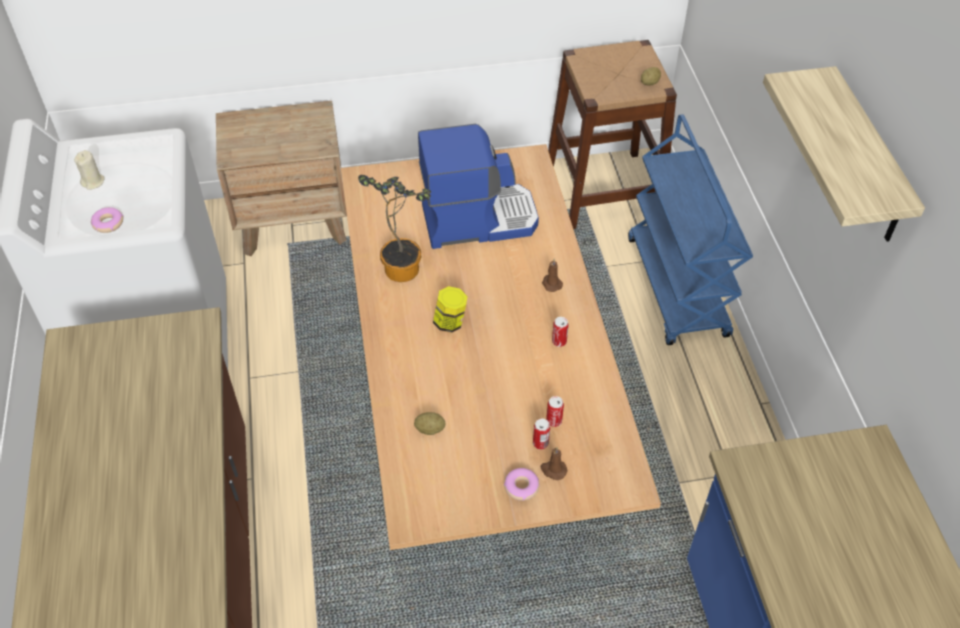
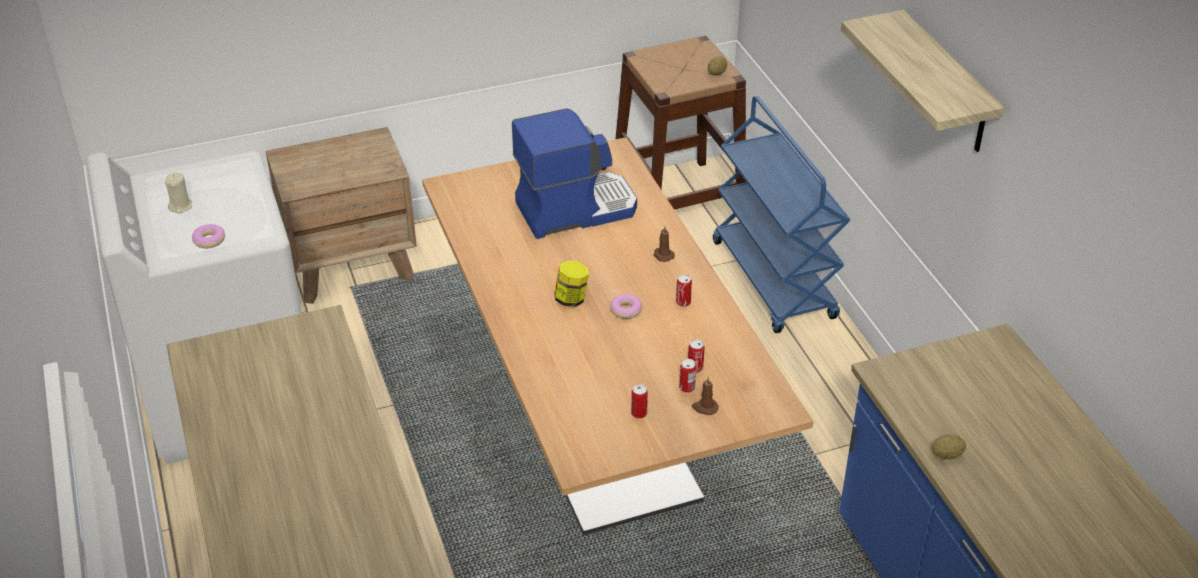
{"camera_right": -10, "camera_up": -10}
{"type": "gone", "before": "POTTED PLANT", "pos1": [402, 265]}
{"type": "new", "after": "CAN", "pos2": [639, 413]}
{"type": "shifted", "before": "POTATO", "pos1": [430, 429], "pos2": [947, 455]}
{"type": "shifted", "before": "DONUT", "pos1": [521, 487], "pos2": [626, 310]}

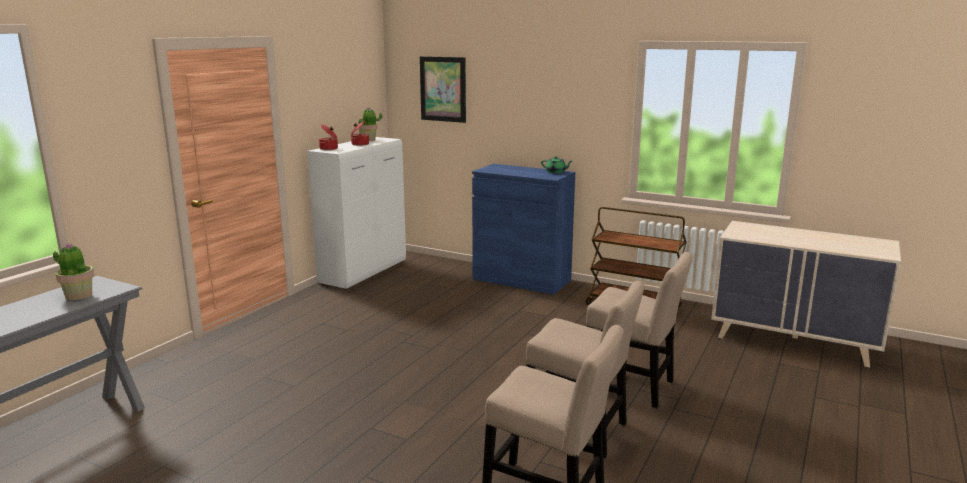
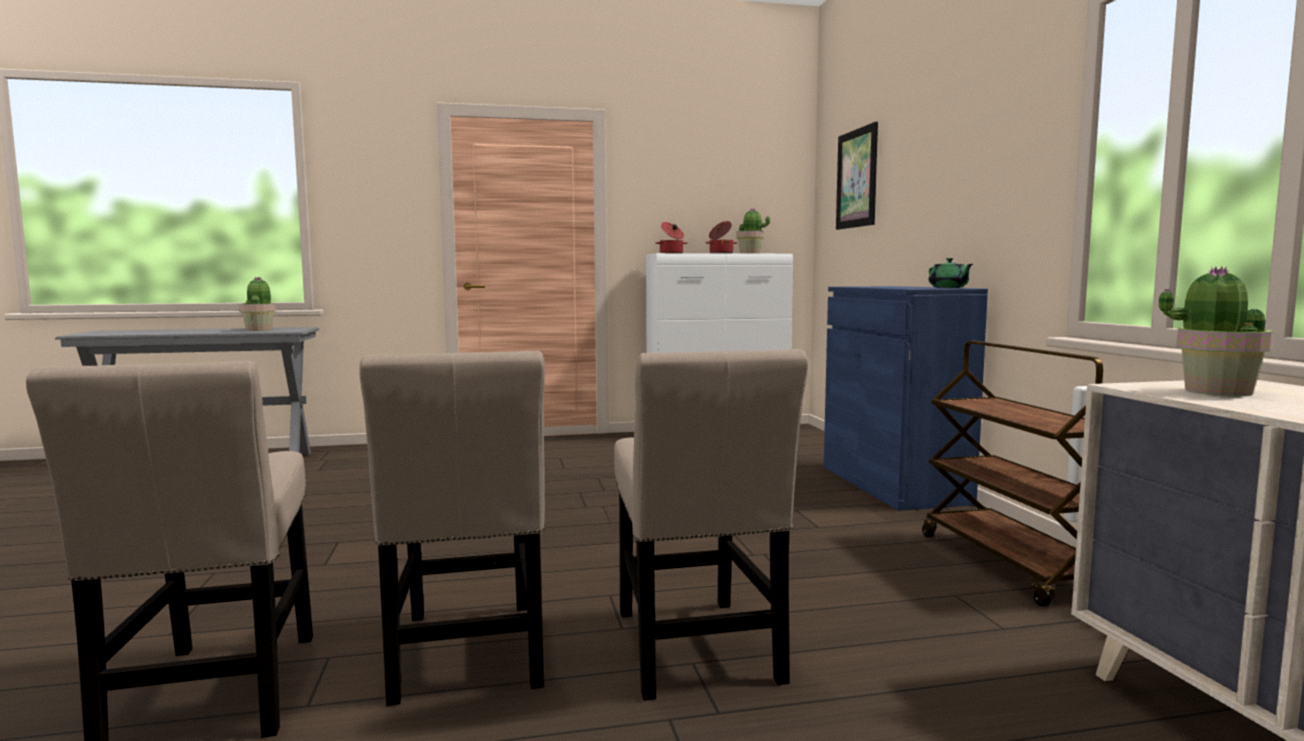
{"camera_right": 50, "camera_up": -10}
{"type": "new", "after": "POTTED PLANT", "pos2": [1216, 391]}

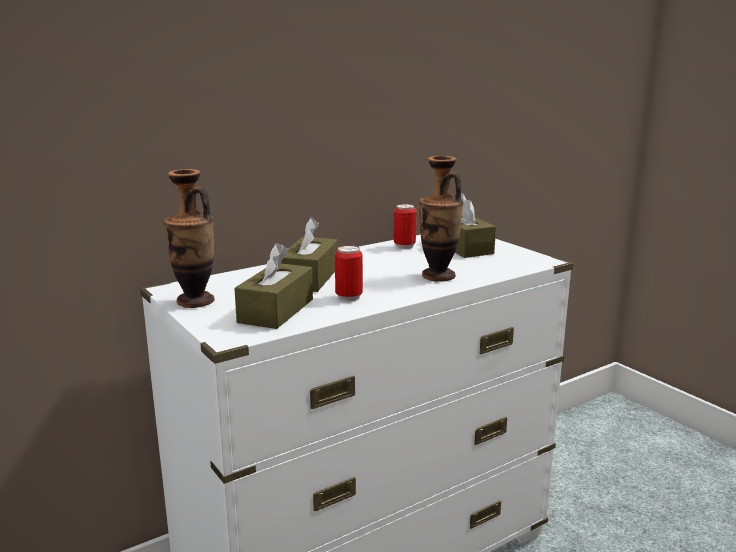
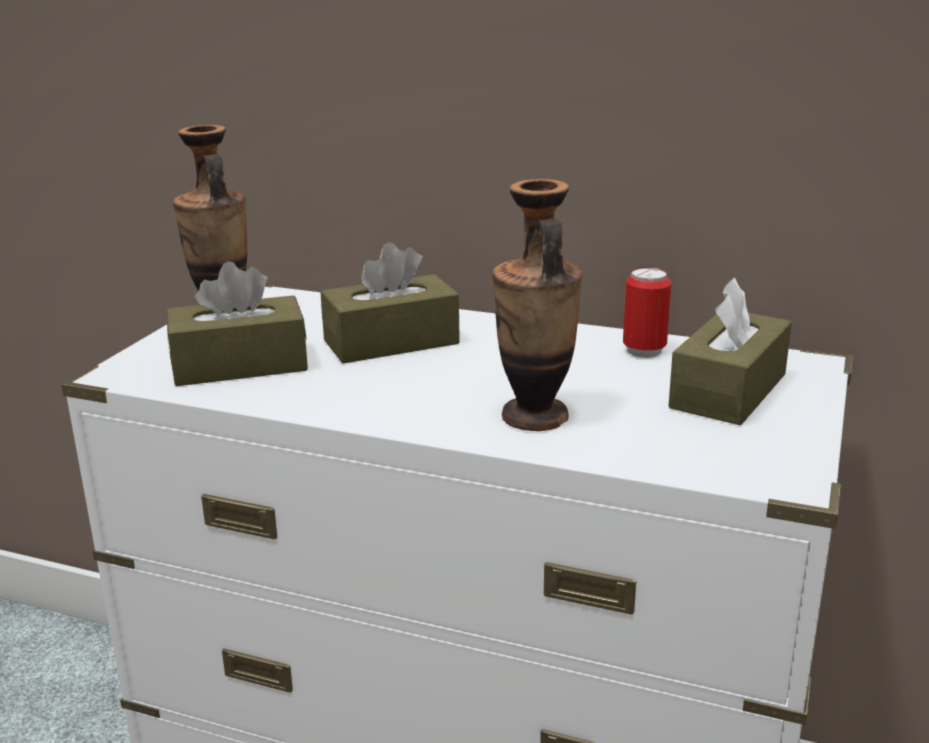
{"camera_right": 55, "camera_up": 5}
{"type": "gone", "before": "CAN", "pos1": [349, 297]}

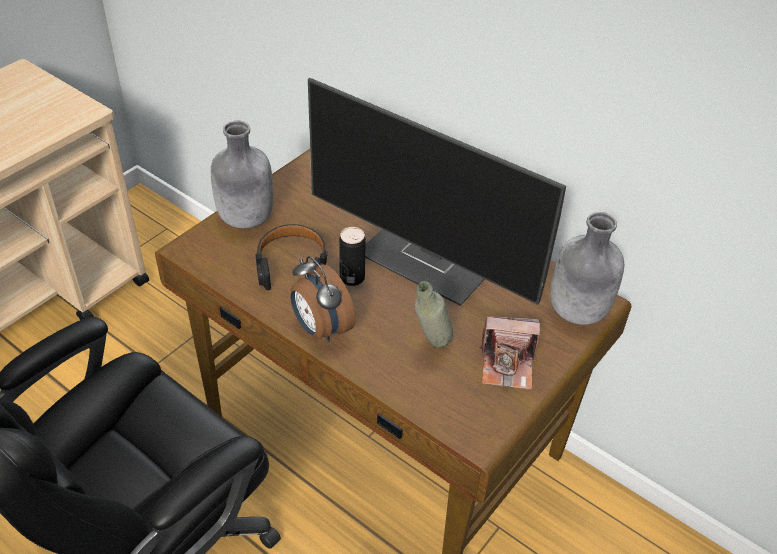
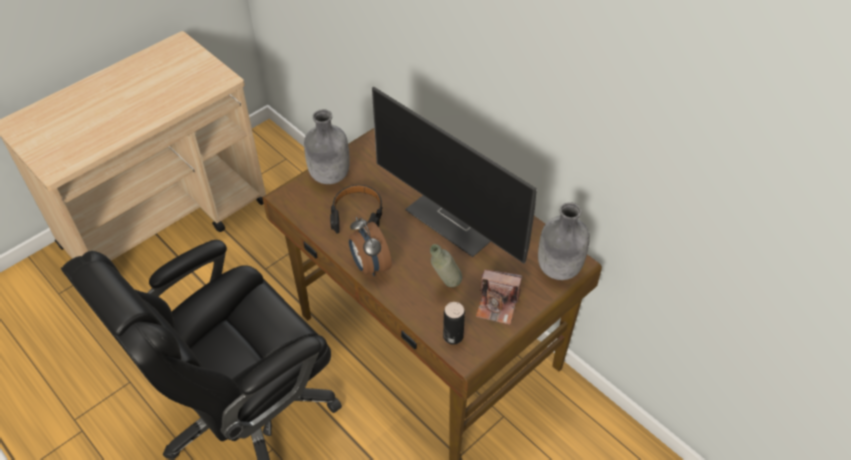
{"camera_right": 10, "camera_up": 5}
{"type": "shifted", "before": "CAN", "pos1": [352, 278], "pos2": [453, 336]}

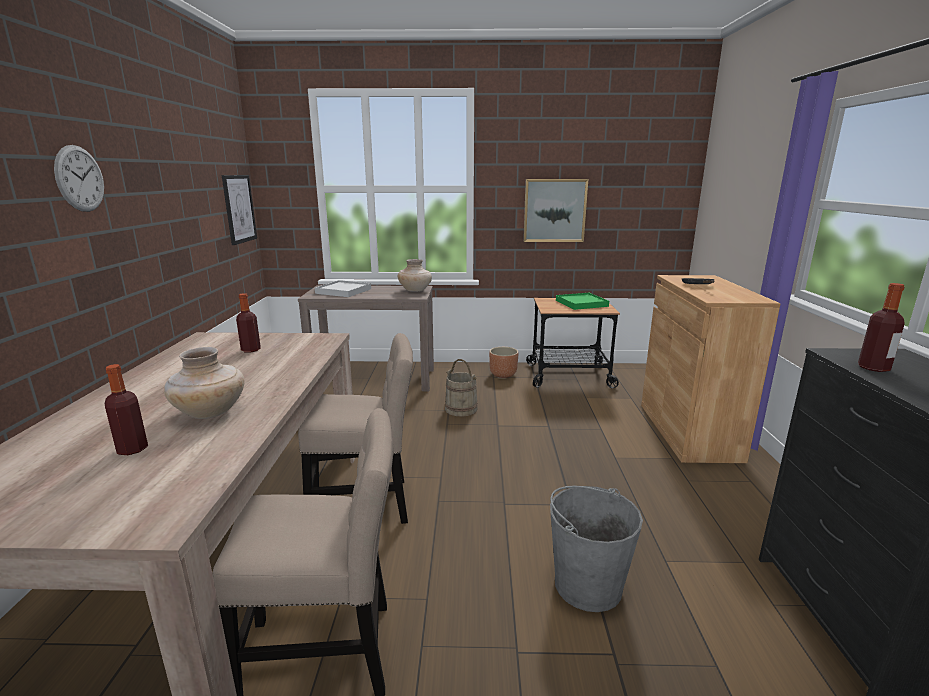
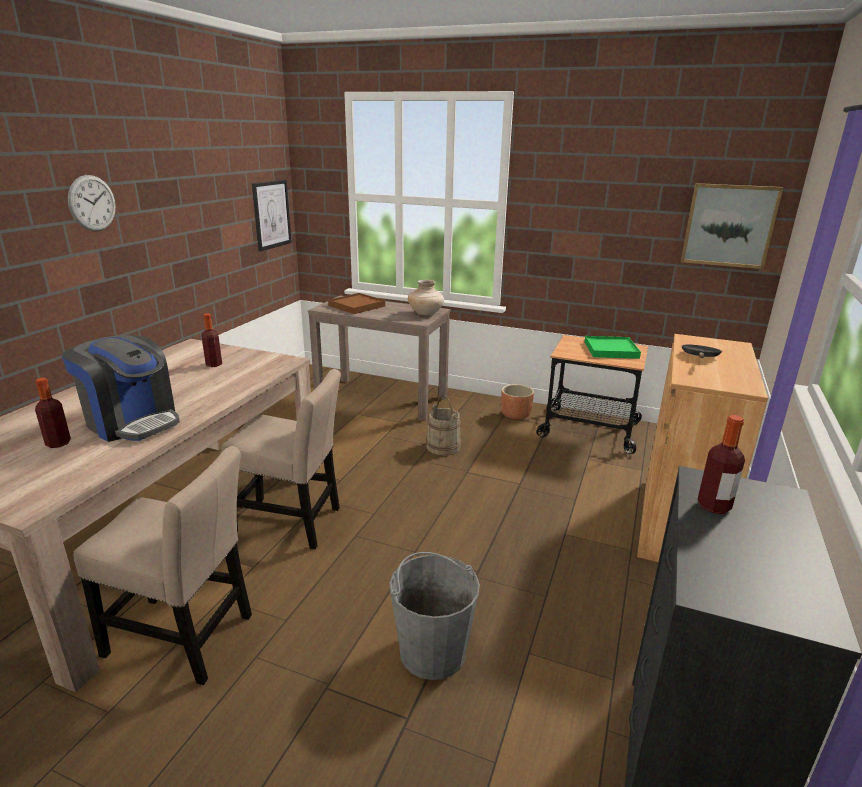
{"camera_right": 20, "camera_up": 5}
{"type": "shifted", "before": "PICTURE", "pos1": [554, 210], "pos2": [729, 225]}
{"type": "swapped", "before": "BEIGE VASE", "after": "COFFEE MACHINE", "pos1": [210, 413], "pos2": [132, 422]}
{"type": "repainted", "before": "WHITE TRAY", "after": "BROWN TRAY", "pos1": [343, 291], "pos2": [356, 306]}

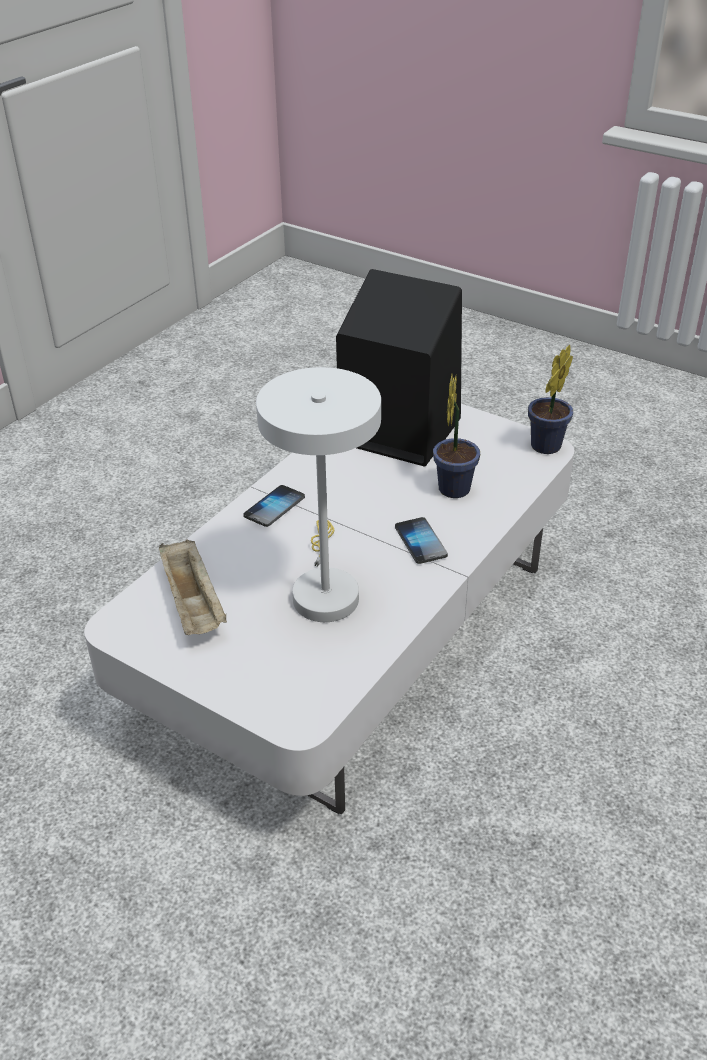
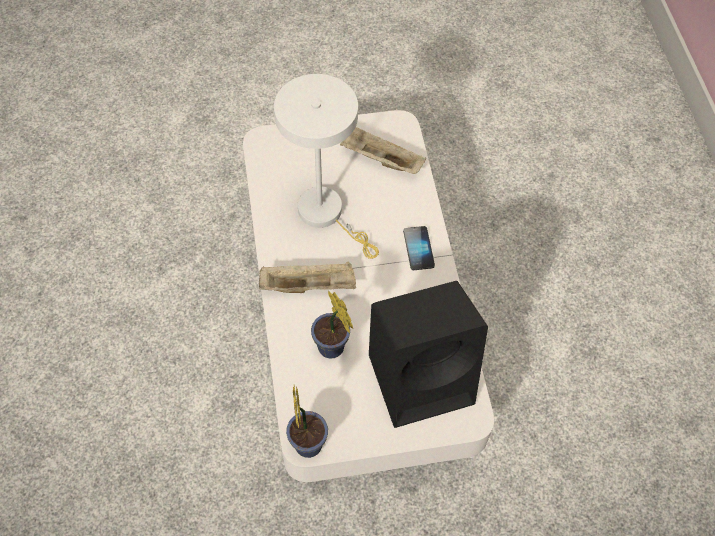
{"camera_right": 135, "camera_up": 20}
{"type": "swapped", "before": "PHONE", "after": "BEIGE TRAY", "pos1": [420, 542], "pos2": [309, 286]}

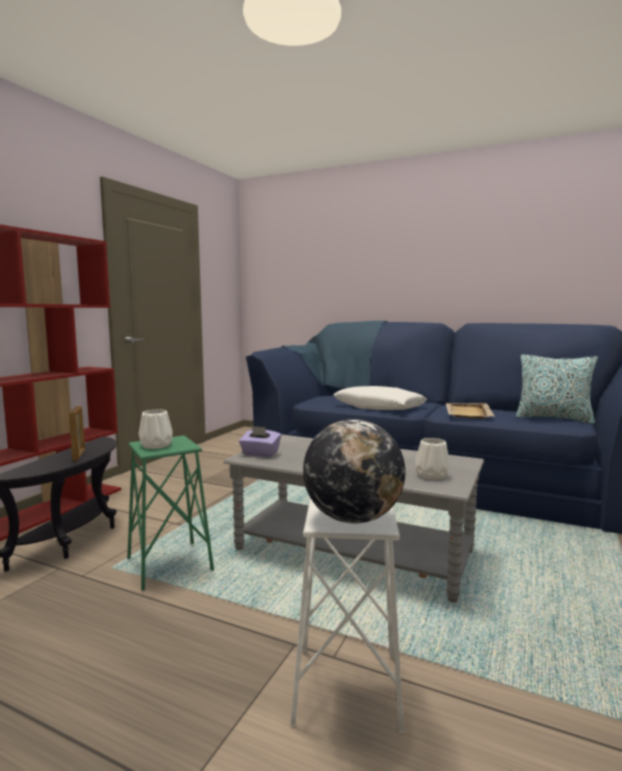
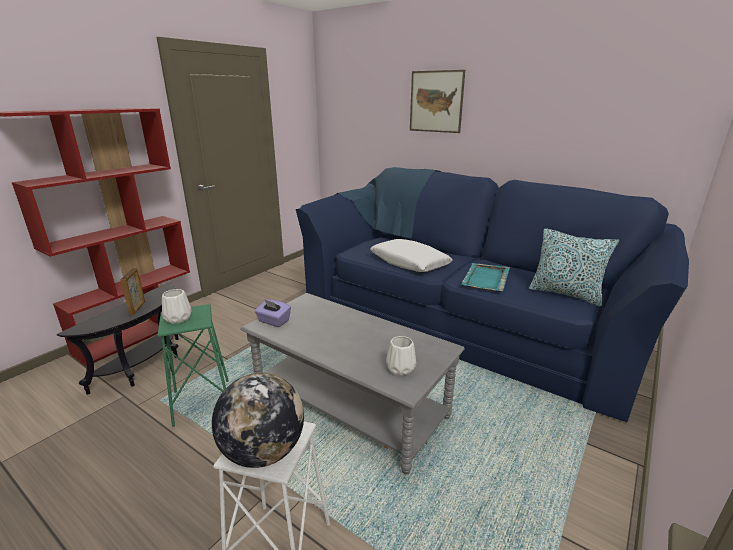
{"camera_right": 10, "camera_up": 15}
{"type": "new", "after": "PICTURE", "pos2": [436, 101]}
{"type": "repainted", "before": "BEIGE TRAY", "after": "TURQUOISE TRAY", "pos1": [468, 413], "pos2": [485, 279]}

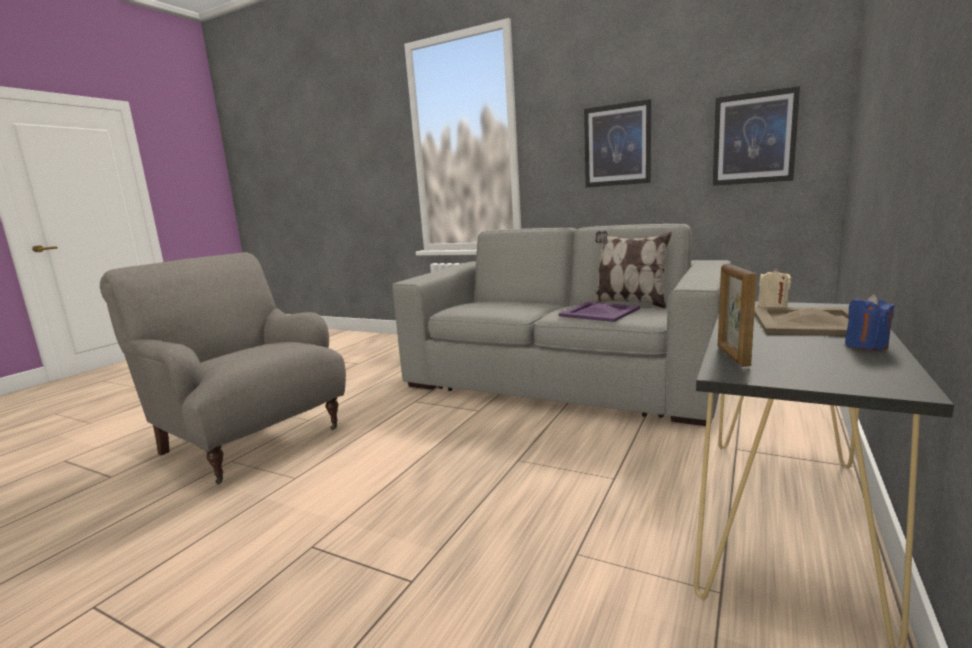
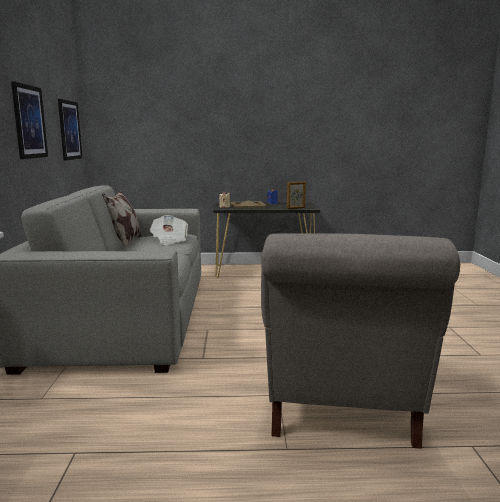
{"camera_right": -120, "camera_up": 0}
{"type": "swapped", "before": "PURPLE TRAY", "after": "NEWSPAPER", "pos1": [598, 312], "pos2": [169, 240]}

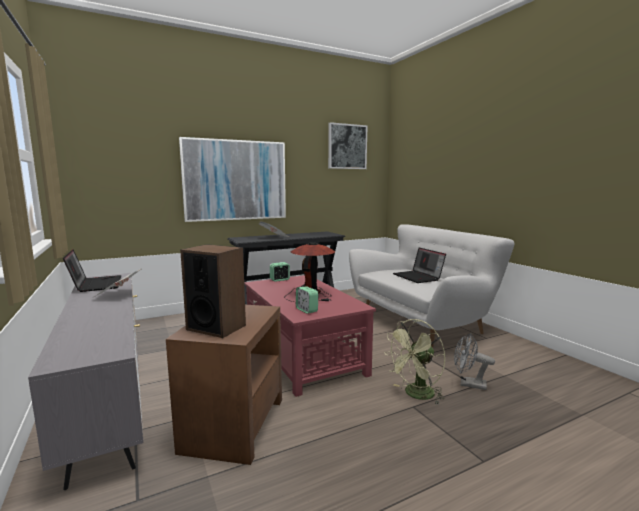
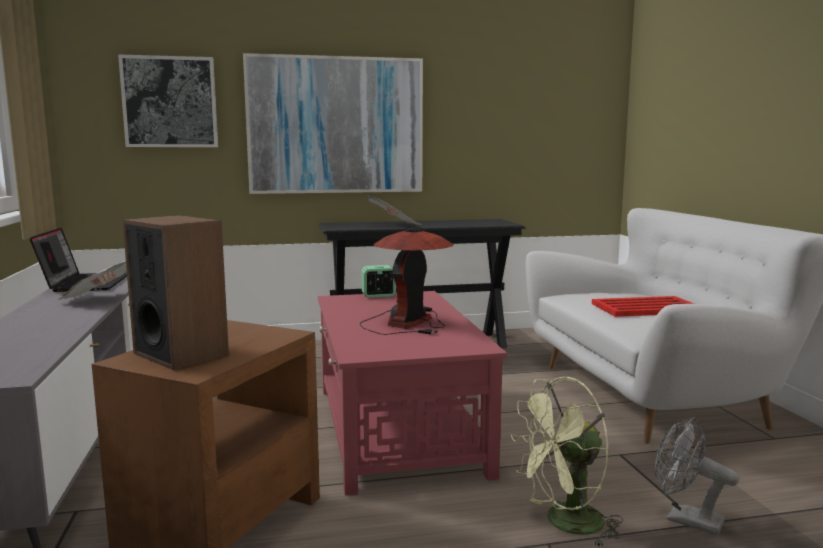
{"camera_right": 15, "camera_up": 0}
{"type": "gone", "before": "ALARM CLOCK", "pos1": [306, 310]}
{"type": "shifted", "before": "PICTURE", "pos1": [347, 146], "pos2": [170, 102]}
{"type": "swapped", "before": "LAPTOP", "after": "RED TRAY", "pos1": [418, 277], "pos2": [647, 308]}

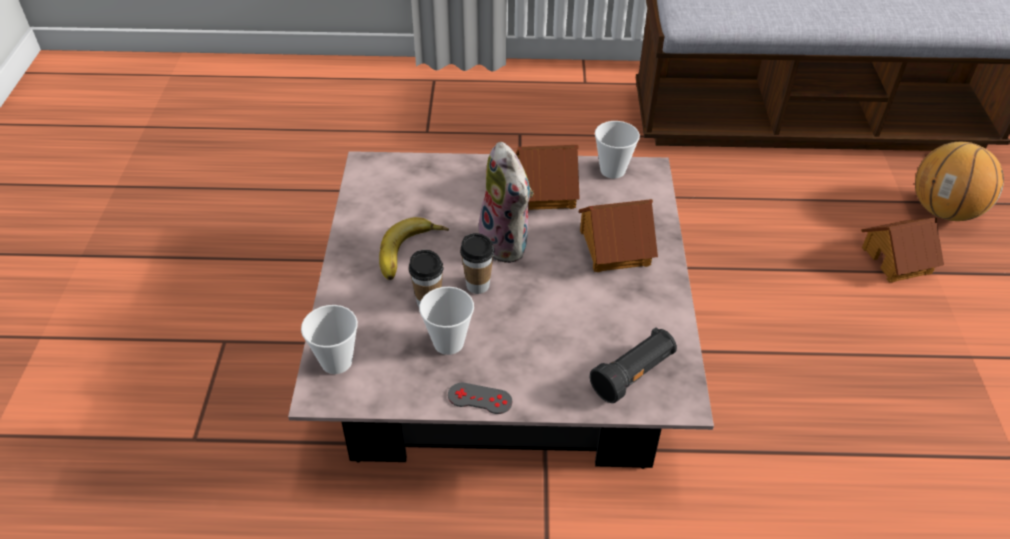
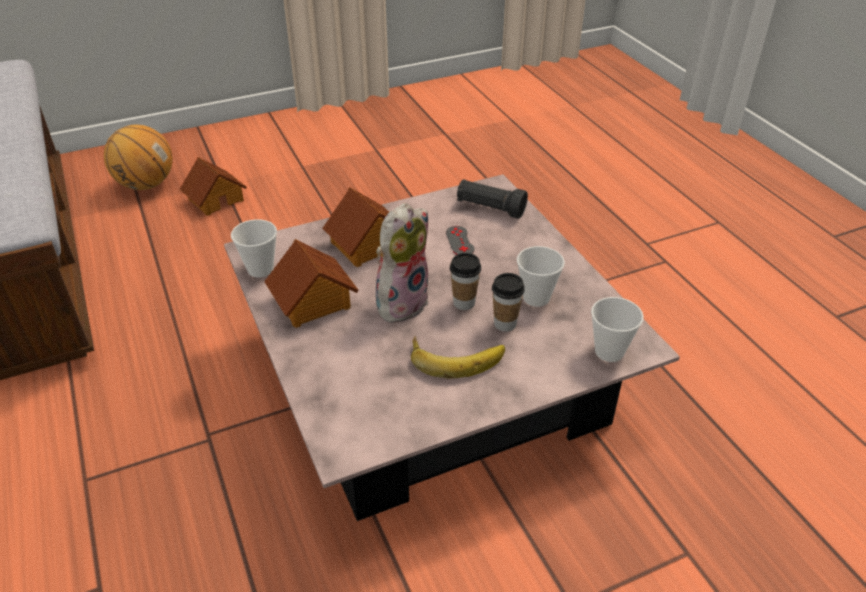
{"camera_right": -115, "camera_up": -5}
{"type": "shifted", "before": "GREY GAME CONTROLLER", "pos1": [480, 398], "pos2": [460, 241]}

